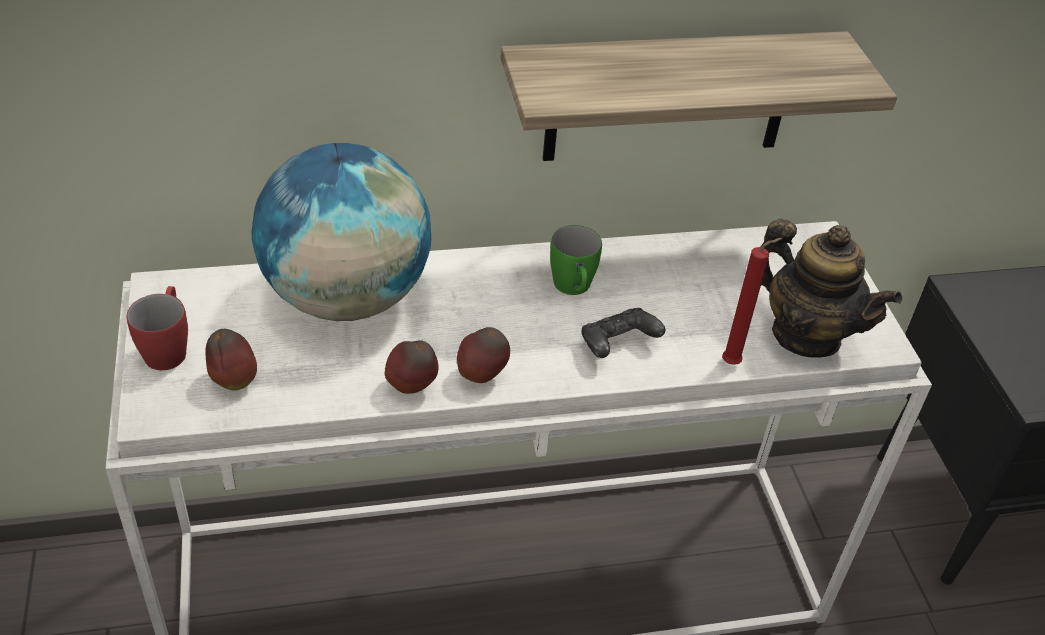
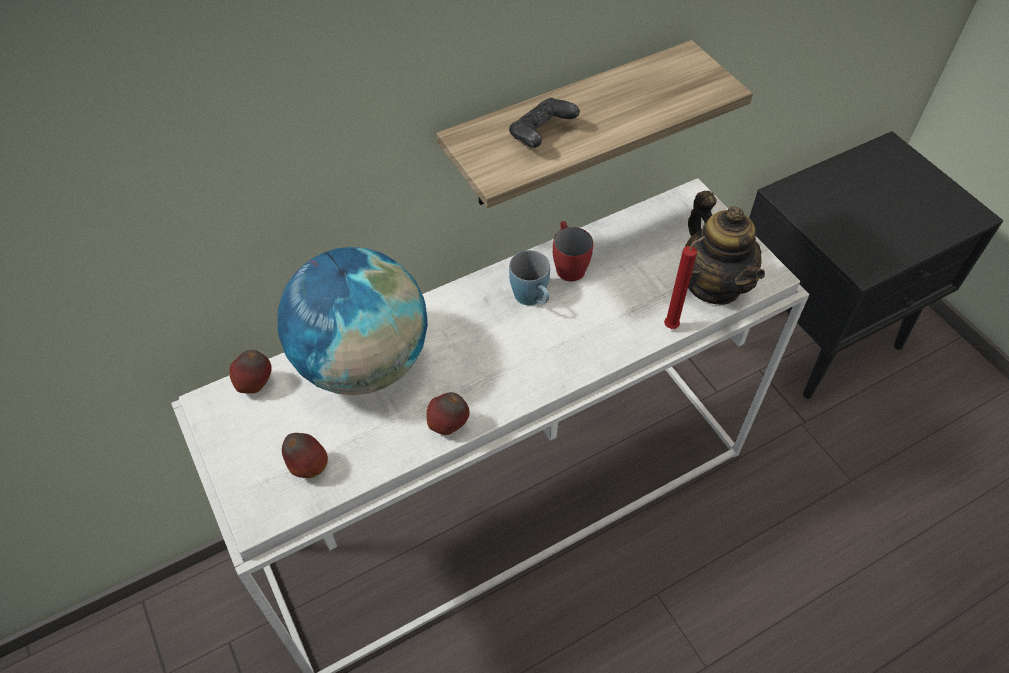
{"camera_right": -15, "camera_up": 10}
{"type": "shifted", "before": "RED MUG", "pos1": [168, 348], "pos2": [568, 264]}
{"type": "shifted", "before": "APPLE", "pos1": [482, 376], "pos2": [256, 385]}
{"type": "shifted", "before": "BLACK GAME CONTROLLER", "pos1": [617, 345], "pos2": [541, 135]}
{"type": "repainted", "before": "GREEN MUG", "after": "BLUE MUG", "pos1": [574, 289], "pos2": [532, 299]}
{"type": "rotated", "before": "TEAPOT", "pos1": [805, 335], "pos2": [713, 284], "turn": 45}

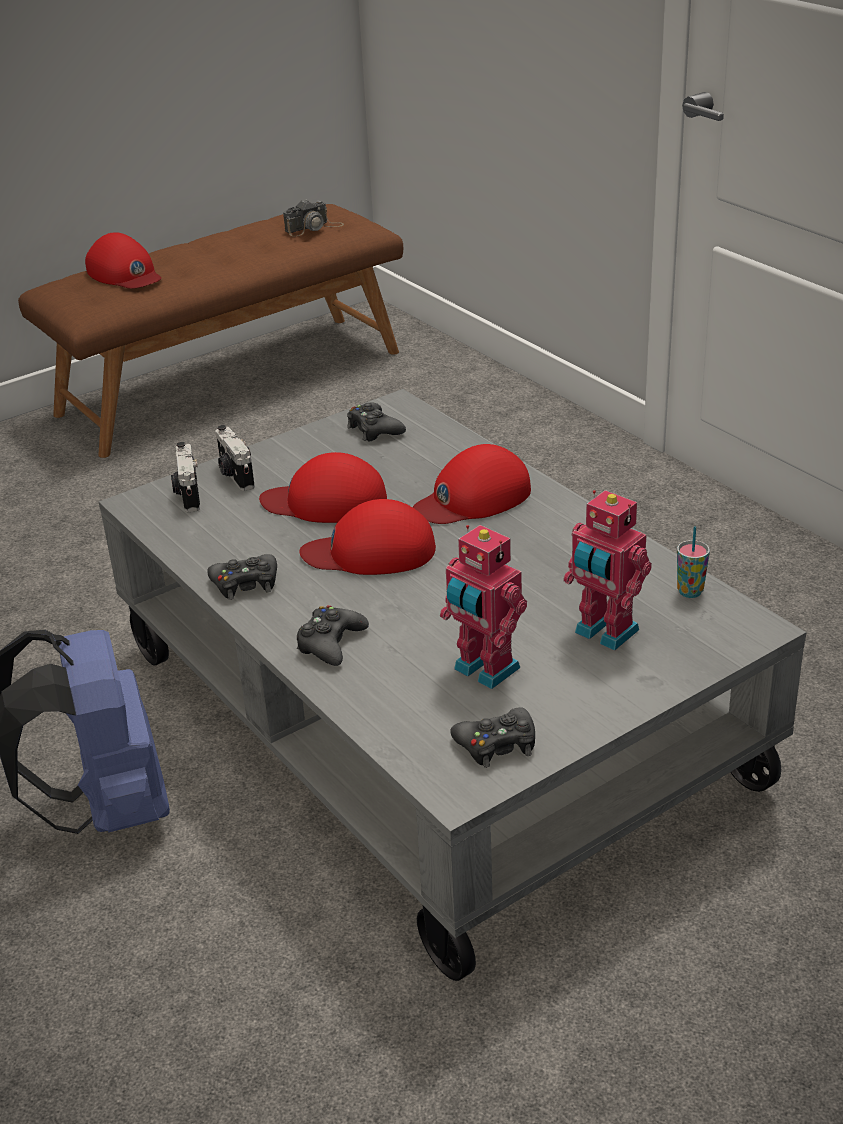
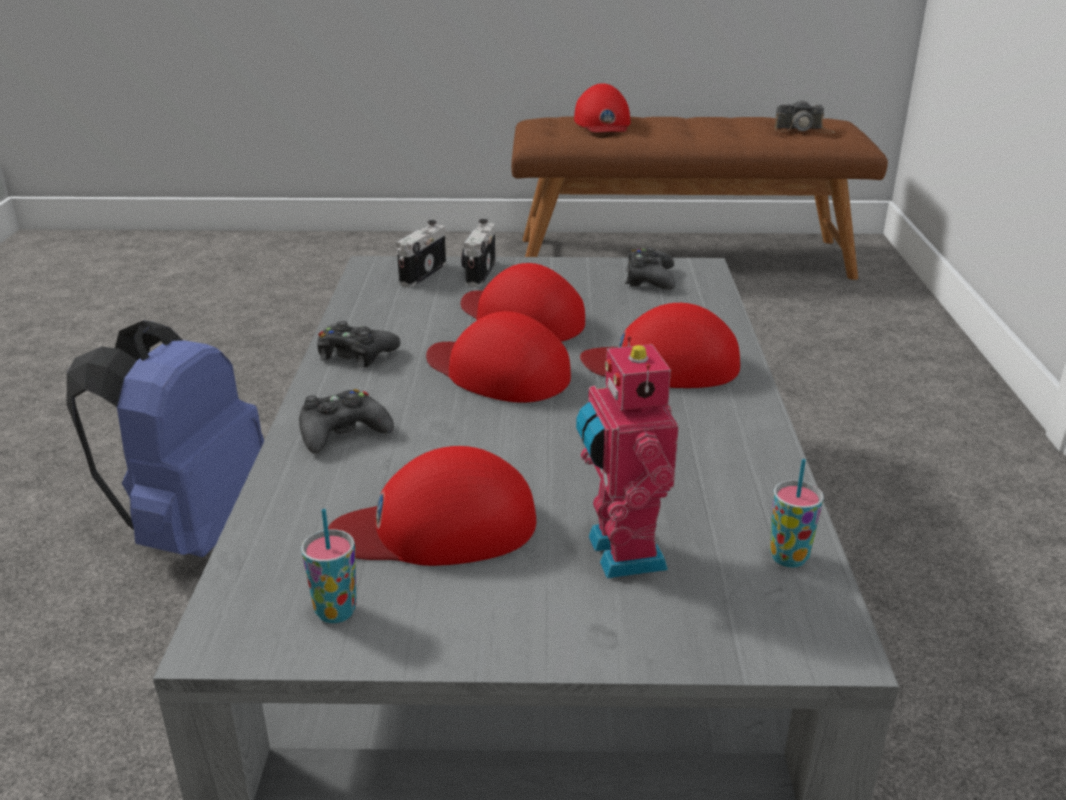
{"camera_right": 35, "camera_up": -5}
{"type": "swapped", "before": "TOY ROBOT", "after": "RED CAP", "pos1": [484, 670], "pos2": [438, 527]}
{"type": "swapped", "before": "BLACK GAME CONTROLLER", "after": "CUP", "pos1": [497, 745], "pos2": [335, 612]}

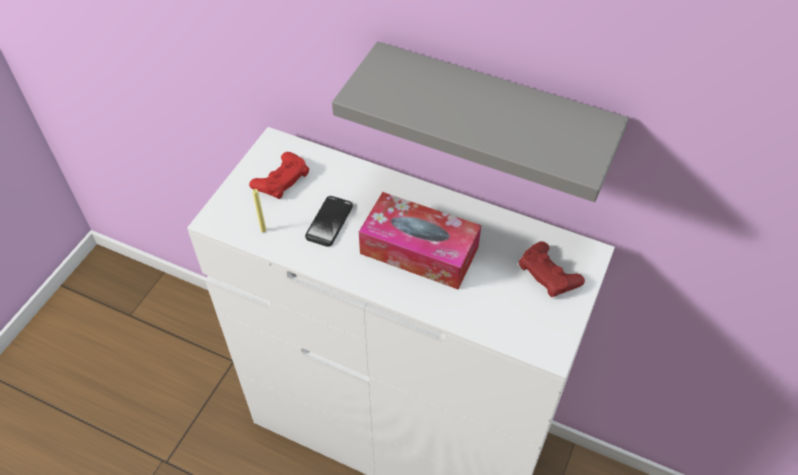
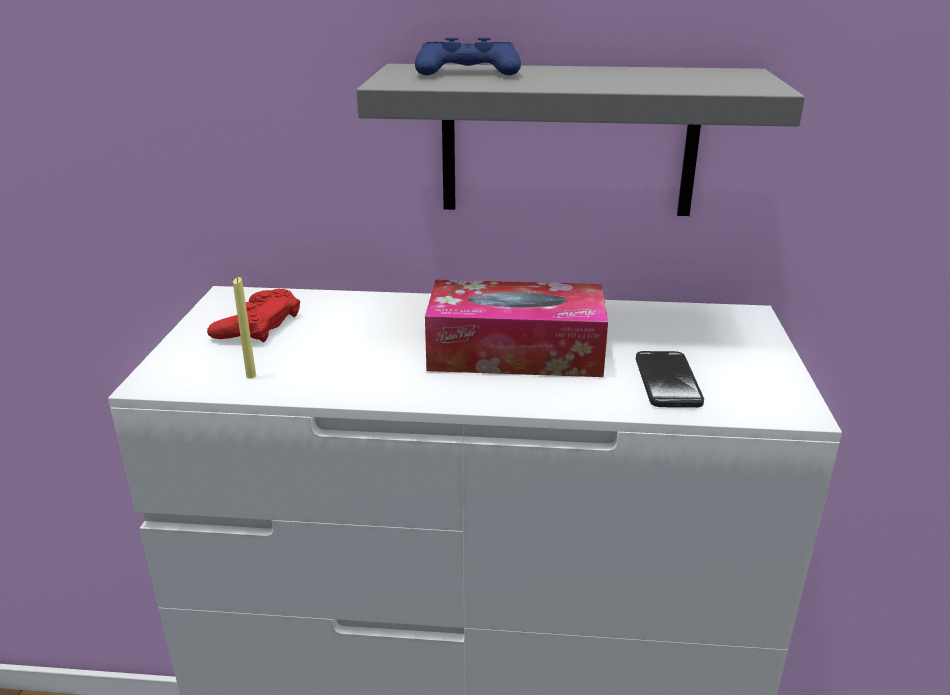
{"camera_right": -20, "camera_up": -25}
{"type": "gone", "before": "RED GAME CONTROLLER", "pos1": [549, 273]}
{"type": "new", "after": "BLUE GAME CONTROLLER", "pos2": [468, 72]}
{"type": "shifted", "before": "PHONE", "pos1": [329, 222], "pos2": [667, 381]}

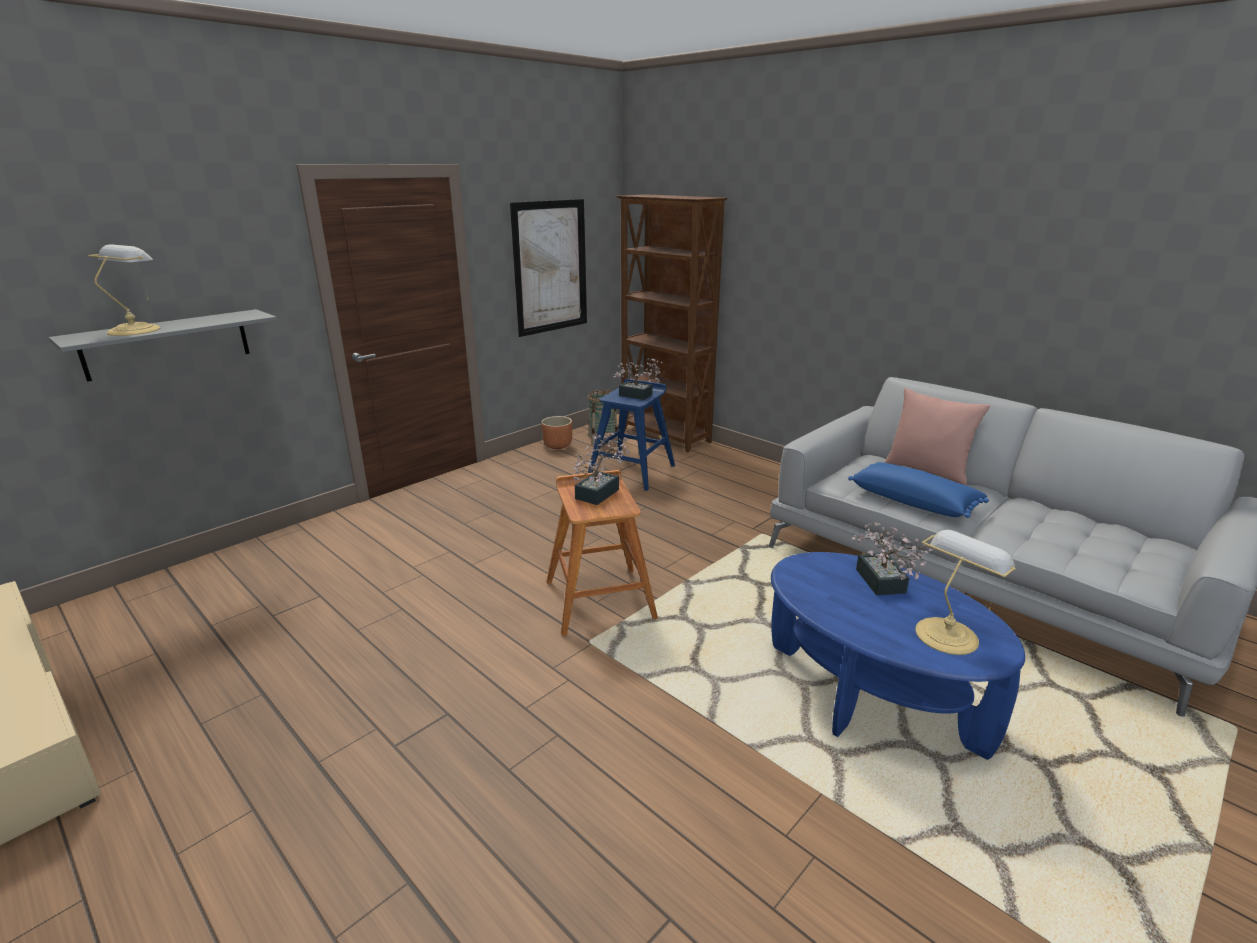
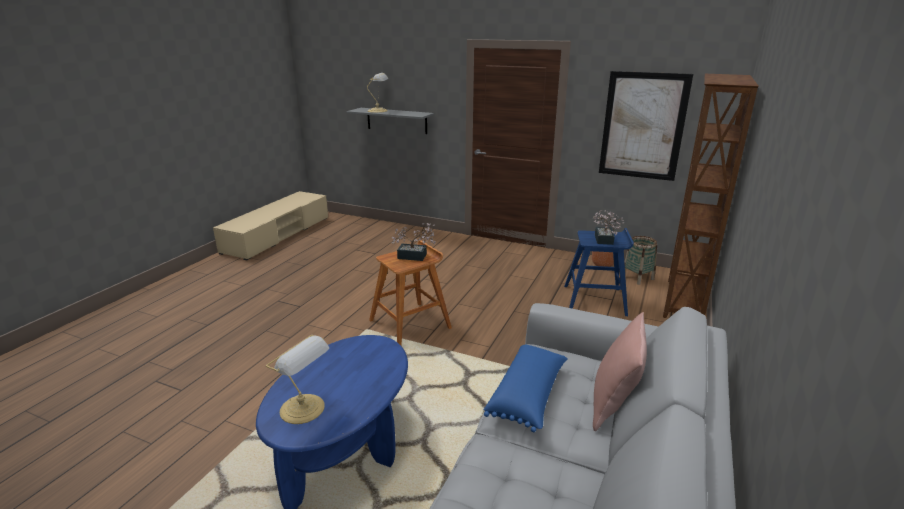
{"camera_right": 70, "camera_up": 0}
{"type": "gone", "before": "POTTED PLANT", "pos1": [882, 584]}

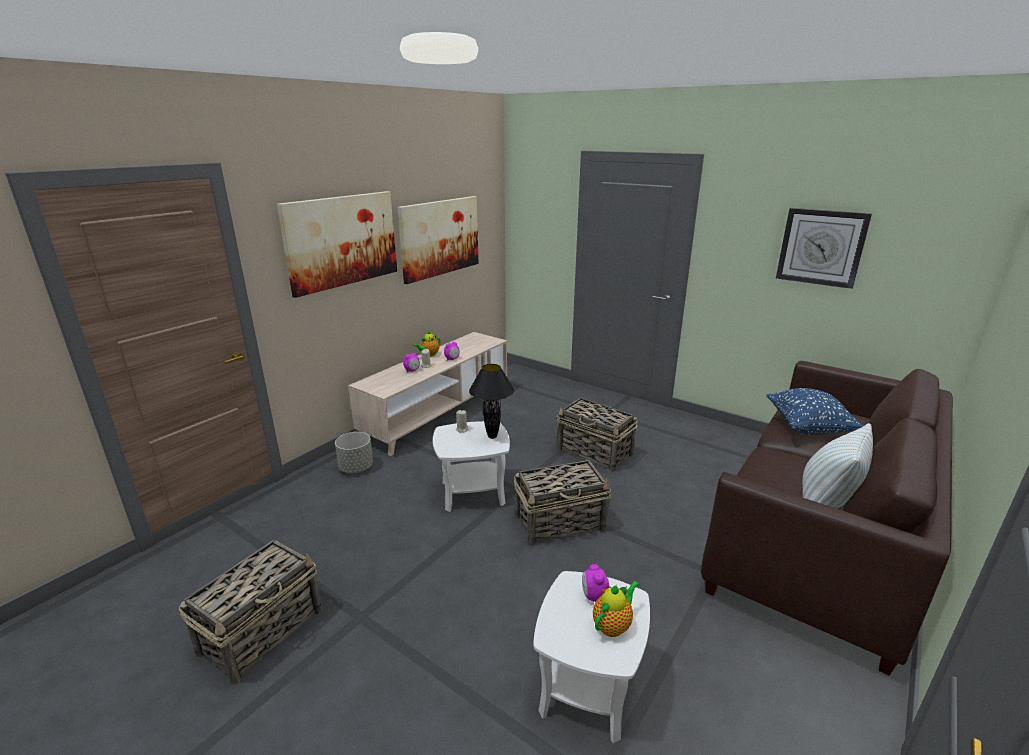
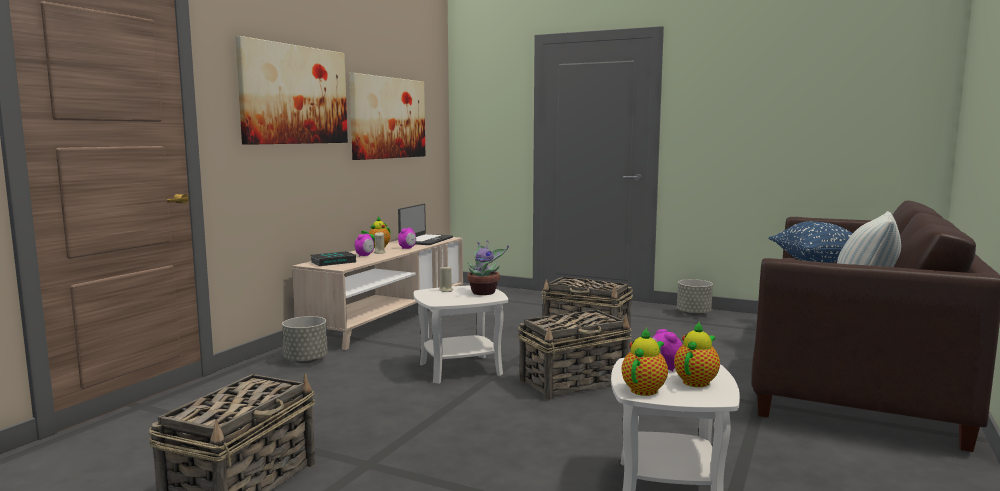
{"camera_right": -10, "camera_up": -15}
{"type": "gone", "before": "WALL CLOCK", "pos1": [821, 247]}
{"type": "new", "after": "BOOK", "pos2": [333, 262]}
{"type": "new", "after": "LAPTOP", "pos2": [425, 240]}
{"type": "new", "after": "TEAPOT", "pos2": [645, 389]}
{"type": "new", "after": "GREY PLANTER", "pos2": [694, 313]}
{"type": "swapped", "before": "BLACK TABLE LAMP", "after": "POTTED PLANT", "pos1": [493, 436], "pos2": [484, 292]}

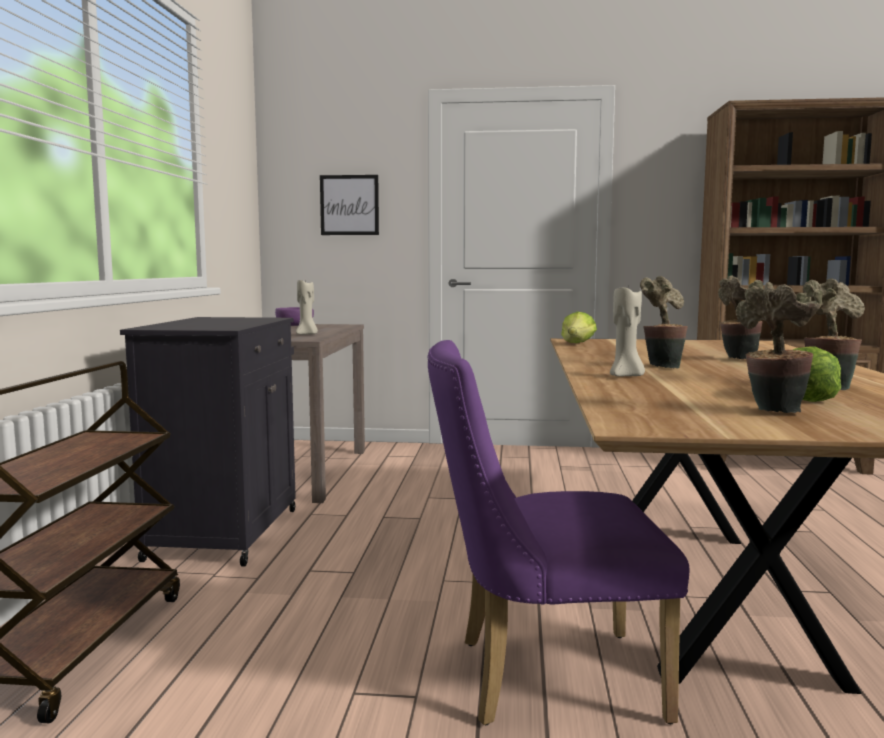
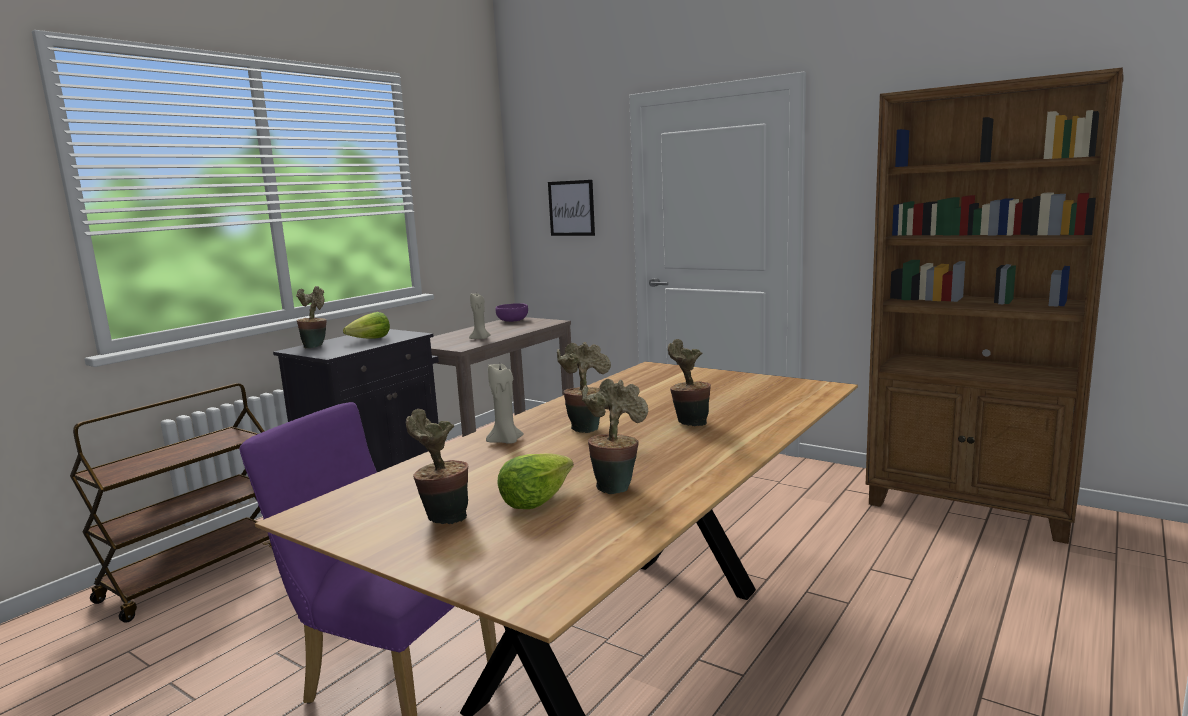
{"camera_right": 30, "camera_up": 5}
{"type": "new", "after": "POTTED PLANT", "pos2": [316, 345]}
{"type": "shifted", "before": "LETTUCE", "pos1": [577, 344], "pos2": [370, 339]}

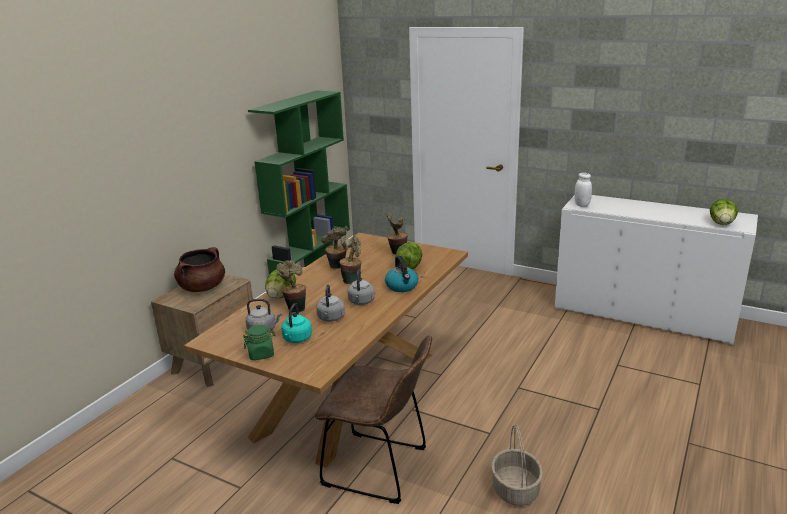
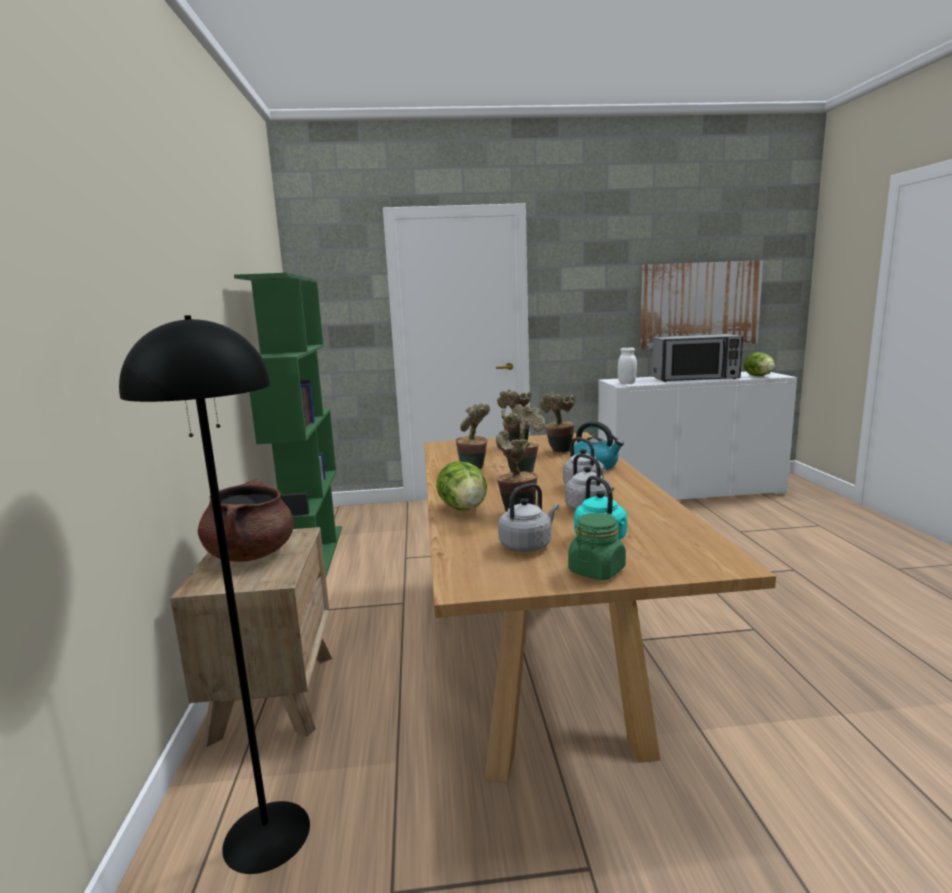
{"camera_right": -35, "camera_up": -10}
{"type": "gone", "before": "BROWN CHAIR", "pos1": [380, 468]}
{"type": "gone", "before": "BASKET", "pos1": [516, 490]}
{"type": "new", "after": "BLACK FLOOR LAMP", "pos2": [266, 834]}
{"type": "new", "after": "PICTURE", "pos2": [699, 305]}
{"type": "new", "after": "MICROWAVE", "pos2": [695, 378]}
{"type": "swapped", "before": "LETTUCE", "after": "POTTED PLANT", "pos1": [409, 267], "pos2": [559, 452]}

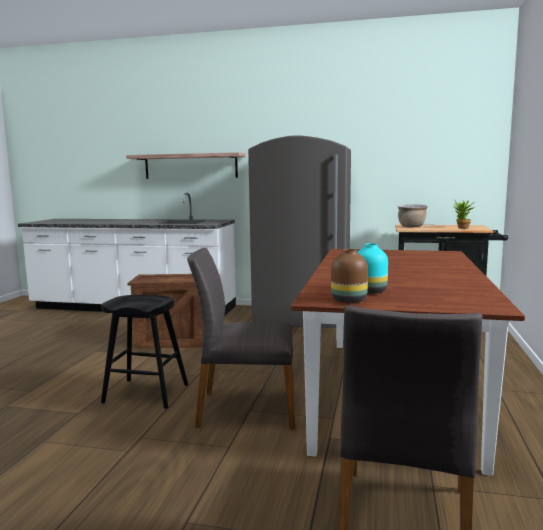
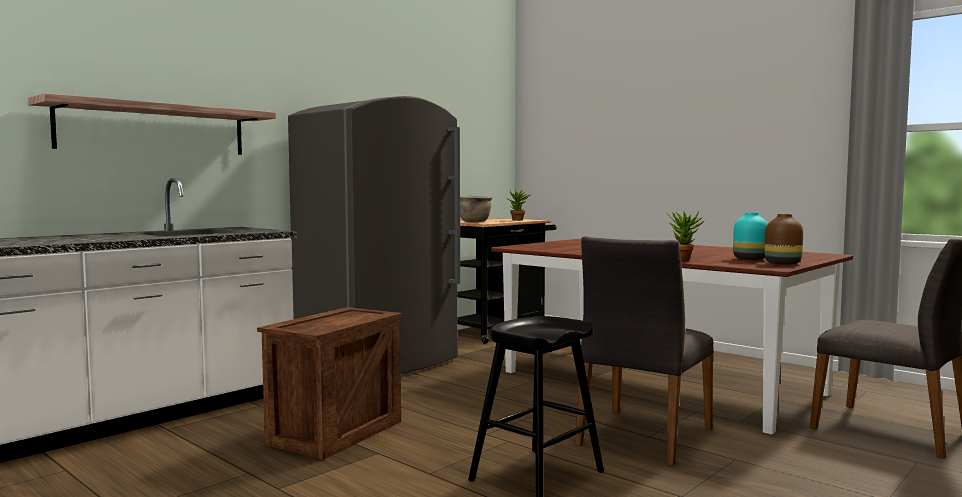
{"camera_right": -60, "camera_up": -5}
{"type": "new", "after": "POTTED PLANT", "pos2": [684, 259]}

